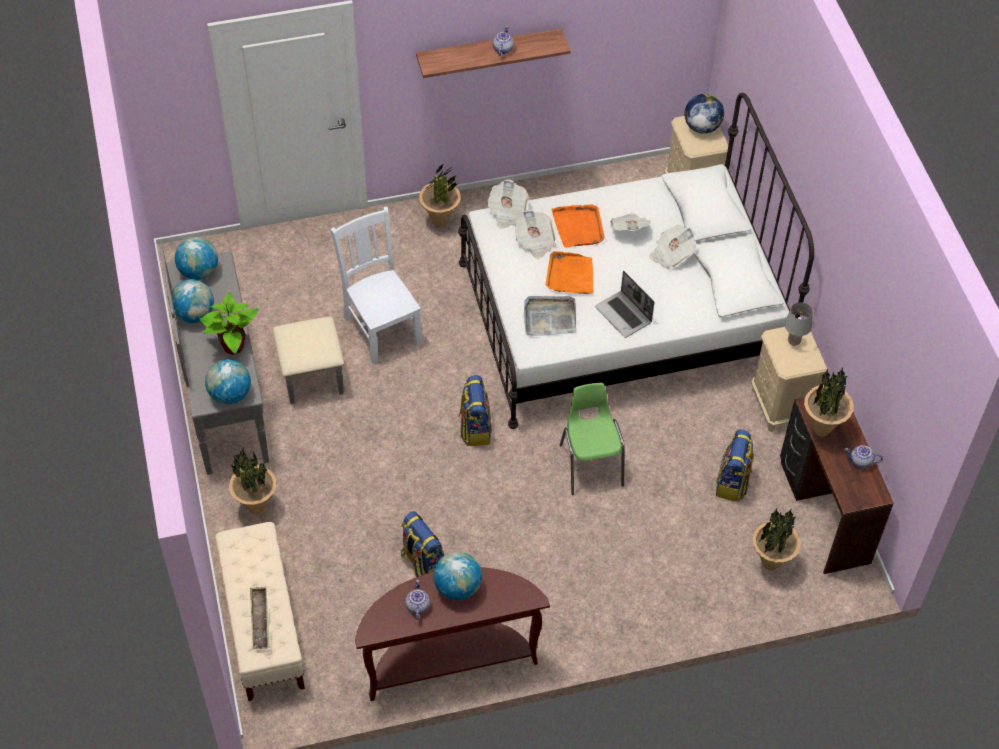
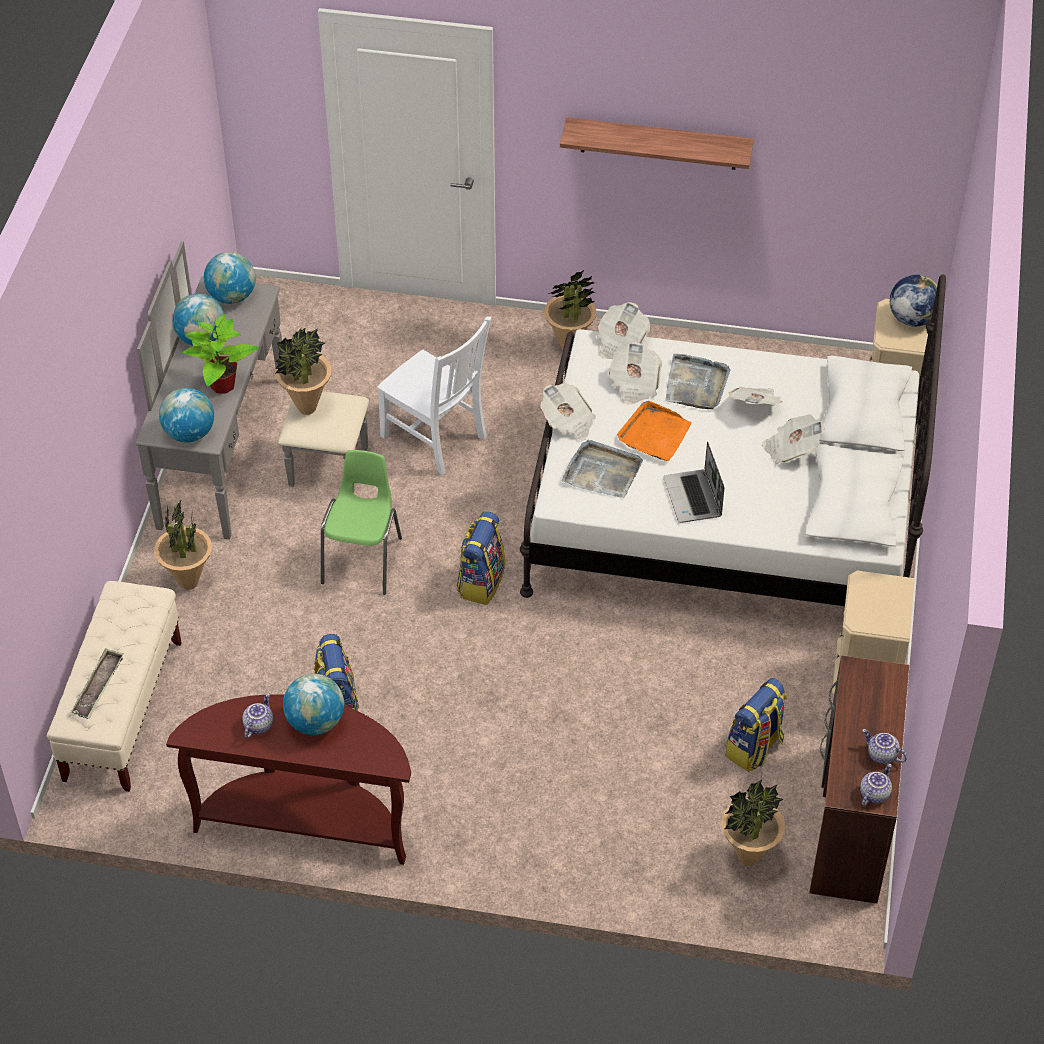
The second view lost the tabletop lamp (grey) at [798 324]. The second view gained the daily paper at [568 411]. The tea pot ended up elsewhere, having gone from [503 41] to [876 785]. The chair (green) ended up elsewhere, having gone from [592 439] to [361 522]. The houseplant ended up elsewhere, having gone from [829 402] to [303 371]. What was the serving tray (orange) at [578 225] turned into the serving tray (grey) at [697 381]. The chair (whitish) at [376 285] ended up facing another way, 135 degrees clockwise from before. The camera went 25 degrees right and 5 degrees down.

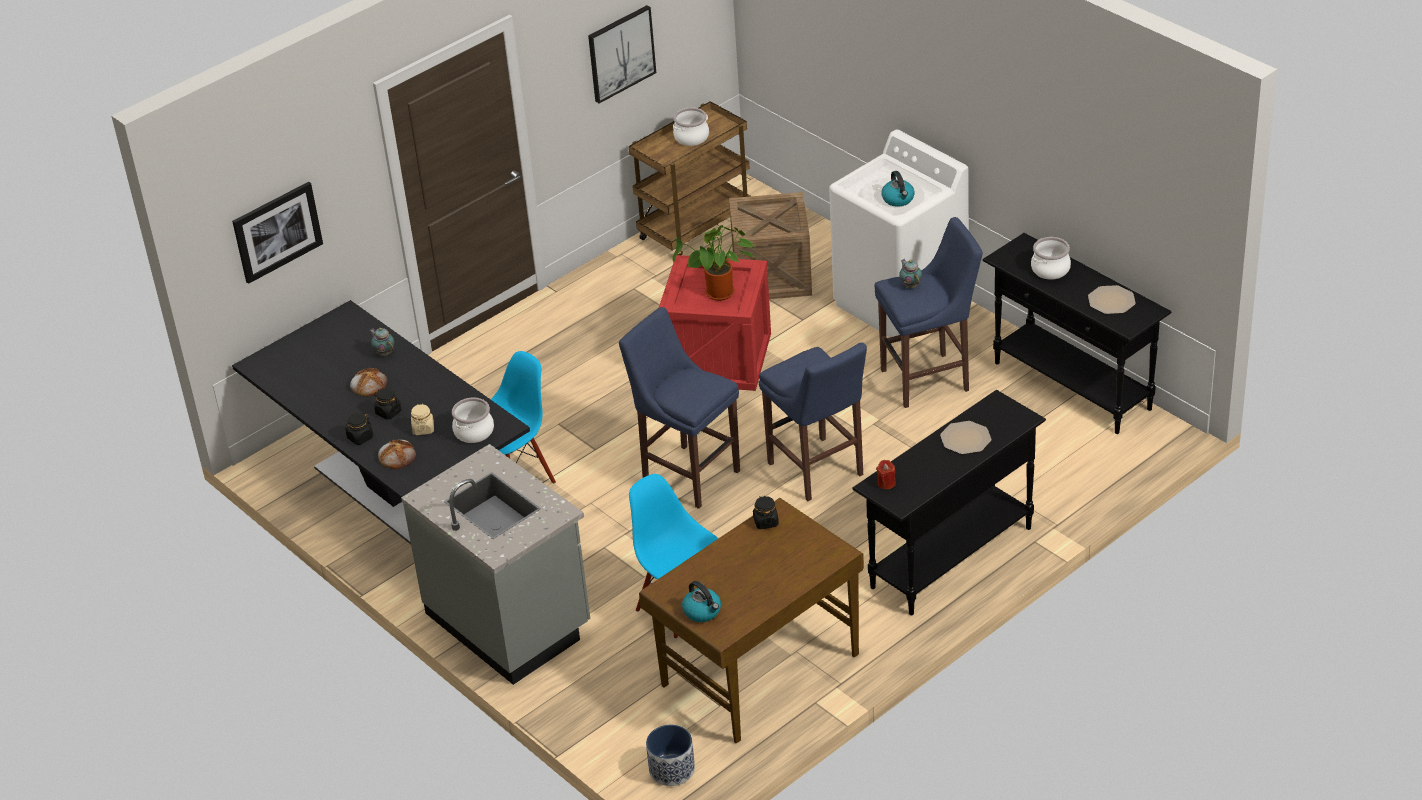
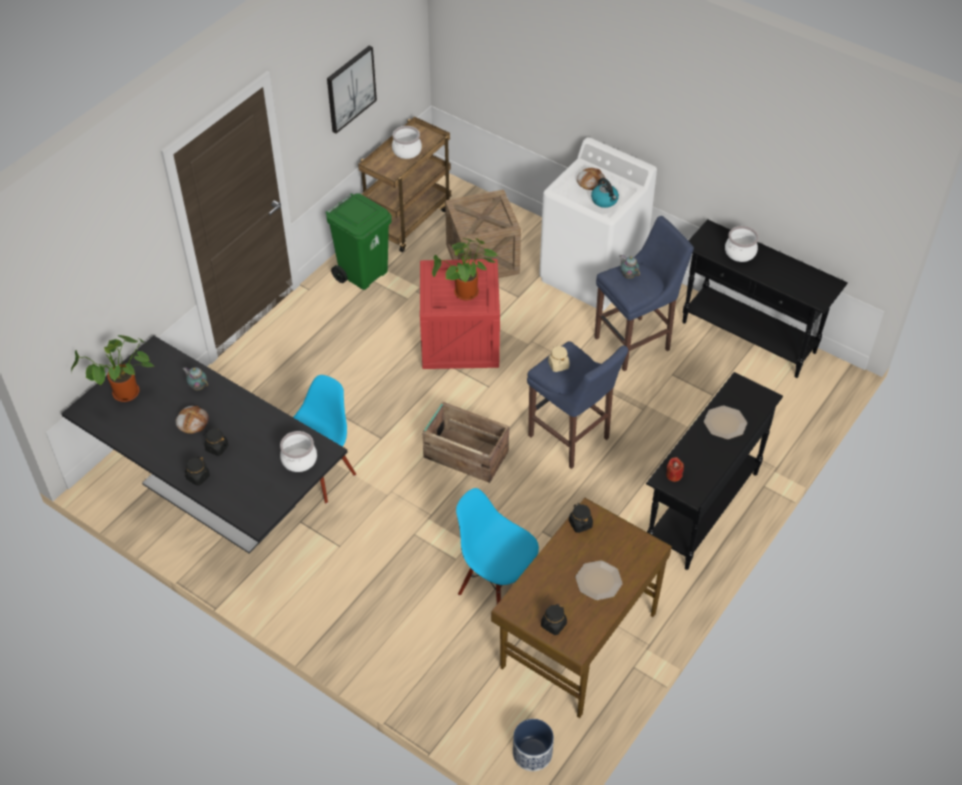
The second view lost the picture at [277 233]. The second view lost the counter (grey) at [495 564]. The second view gained the houseplant at [112 368]. The second view gained the rubbish bin (green) at [358 241]. The bakery bread ended up elsewhere, having gone from [397 454] to [591 179]. The preserve jar (sand-coloured) ended up elsewhere, having gone from [422 419] to [558 359]. The plate ended up elsewhere, having gone from [1112 299] to [599 580]. Where the stool (bluish) stood at [679 408], the shipping crate came to stand at [465 442]. Where the tea kettle stood at [701 601], the preserve jar (black-coloured) came to stand at [554 619]. The camera went 15 degrees left and 10 degrees up.

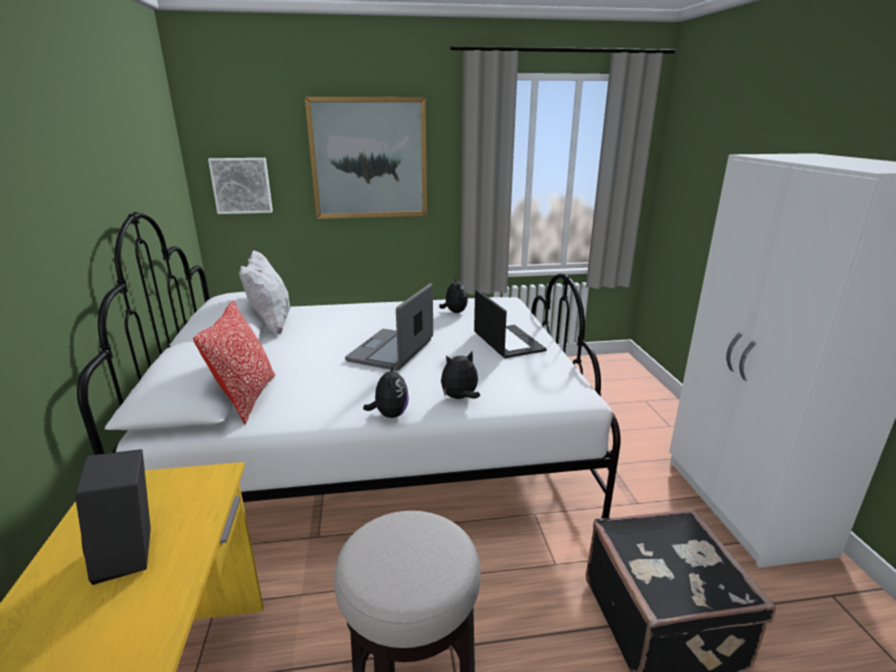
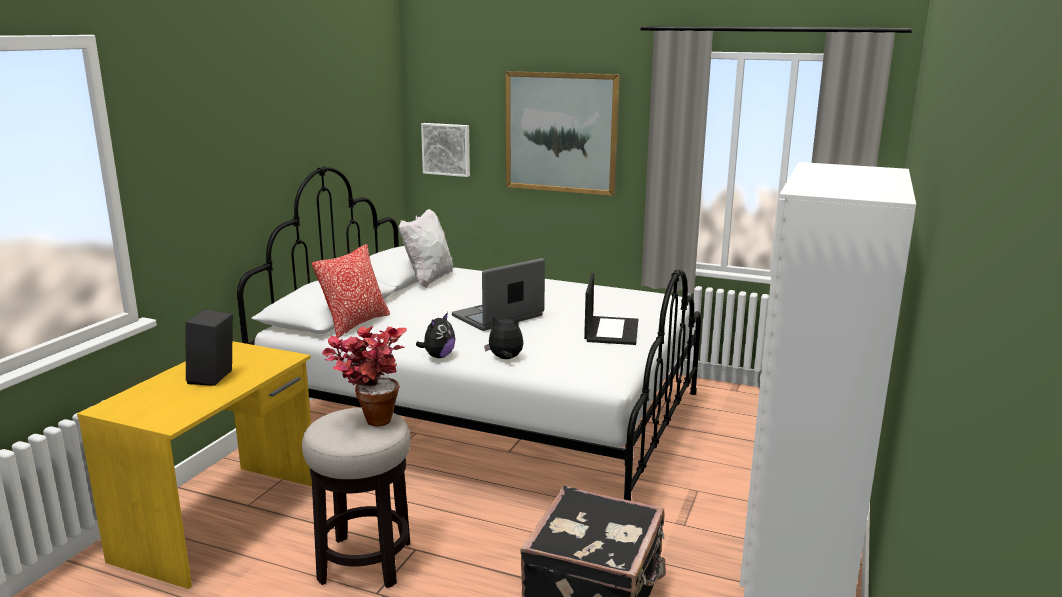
The second view lost the cuddly toy at [453 295]. The second view gained the houseplant at [364 376]. The camera went 30 degrees right and 5 degrees down.

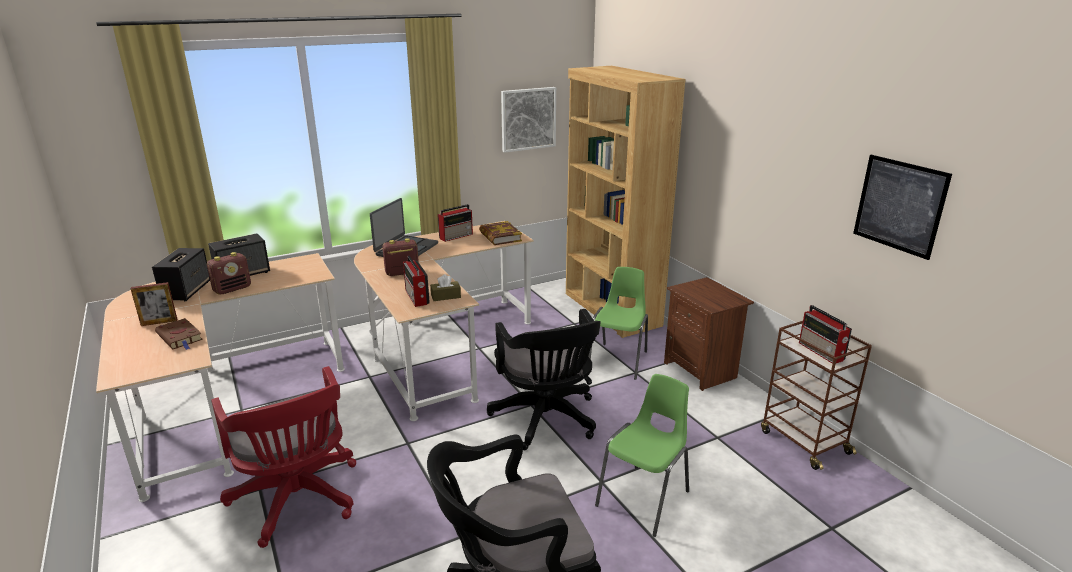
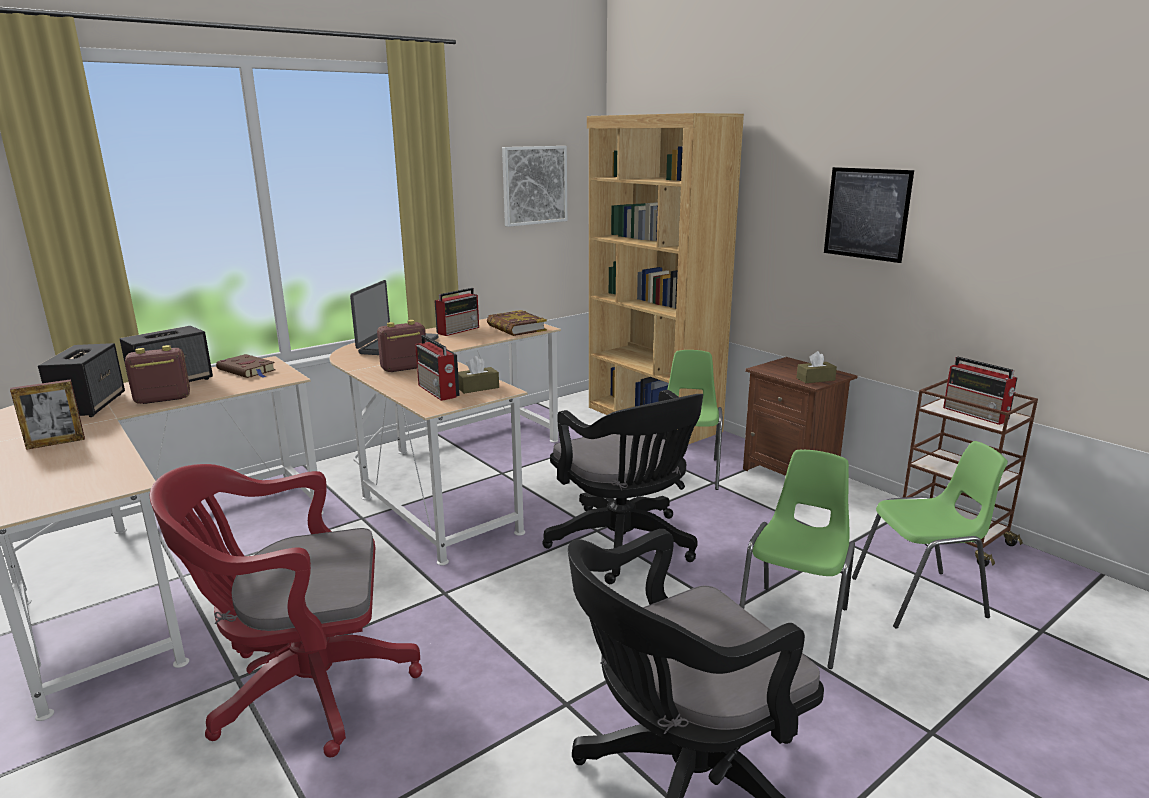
The second view gained the tissue box (brownish) at [816 367]. The second view gained the chair (green) at [930 535]. The bound book (brownish) ended up elsewhere, having gone from [179 334] to [246 366]. The picture ended up elsewhere, having gone from [902 207] to [869 215]. The radio at [229 273] ended up facing another way, 150 degrees counterclockwise from before. The desk chair (red-coloured) at [283 457] ended up facing another way, 120 degrees clockwise from before. The camera went 10 degrees left and 5 degrees down.

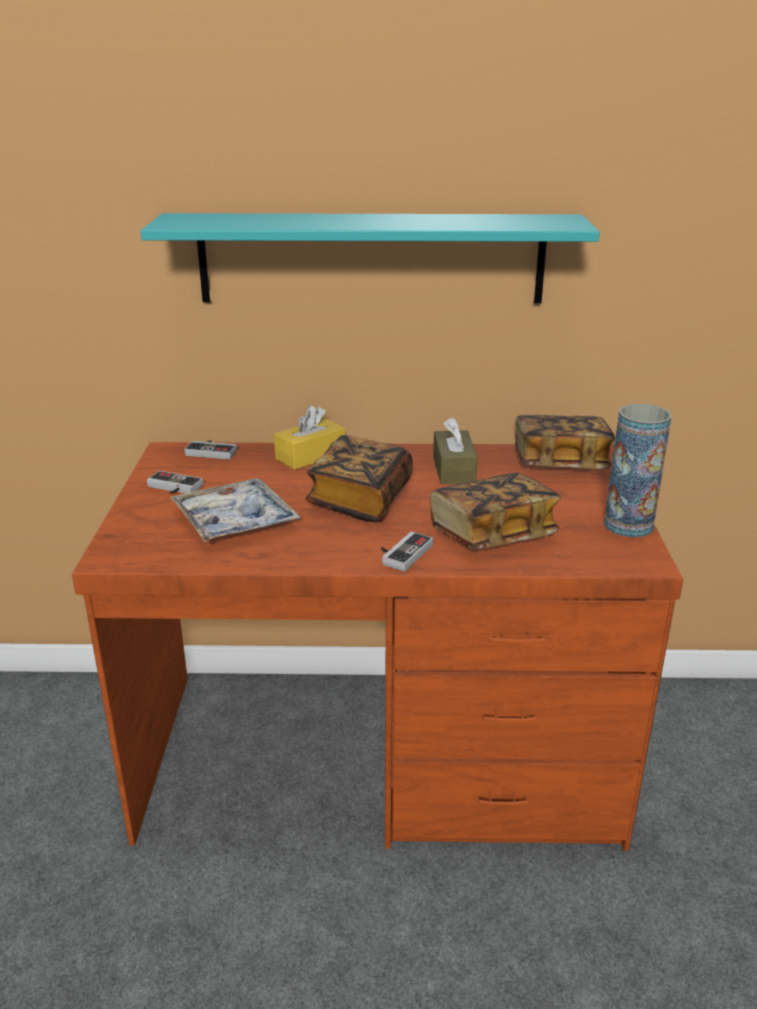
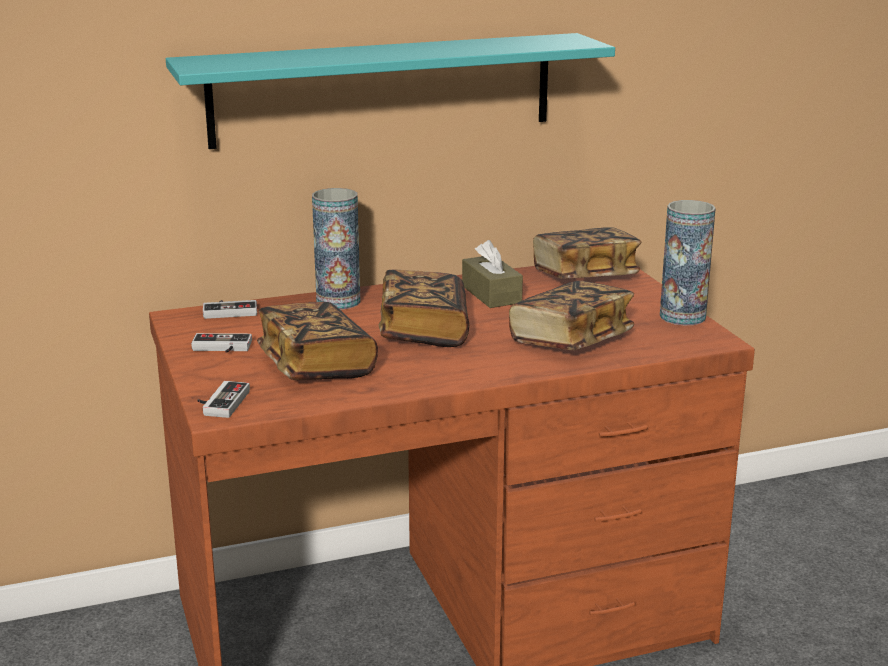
The gamepad ended up elsewhere, having gone from [407 551] to [223 399]. Where the serving tray stood at [235 510], the bound book came to stand at [317 341]. Where the tissue box (yellow) stood at [309 438], the vase came to stand at [336 249]. The camera went 20 degrees left and 5 degrees down.

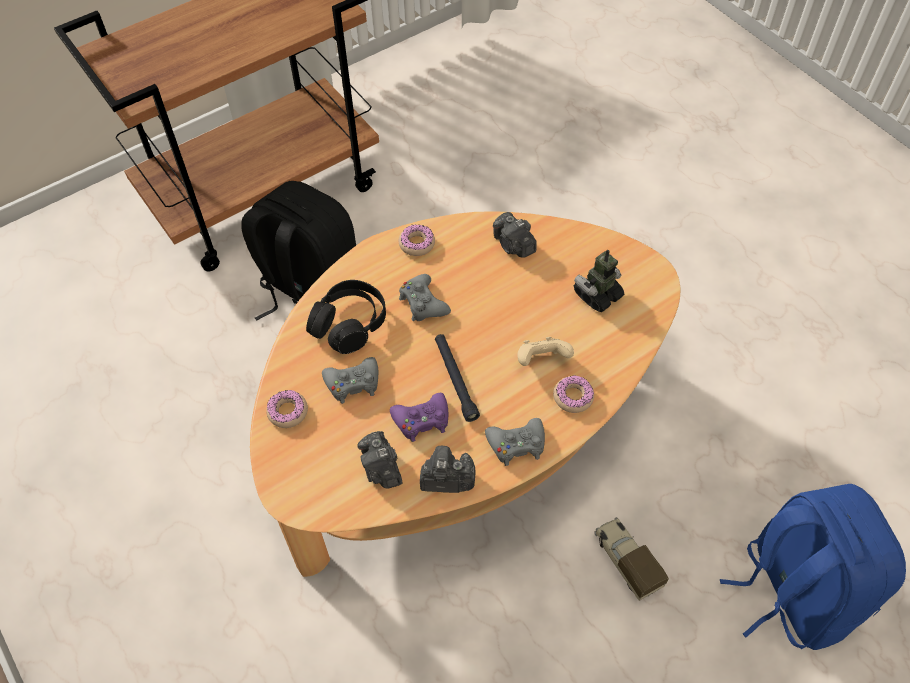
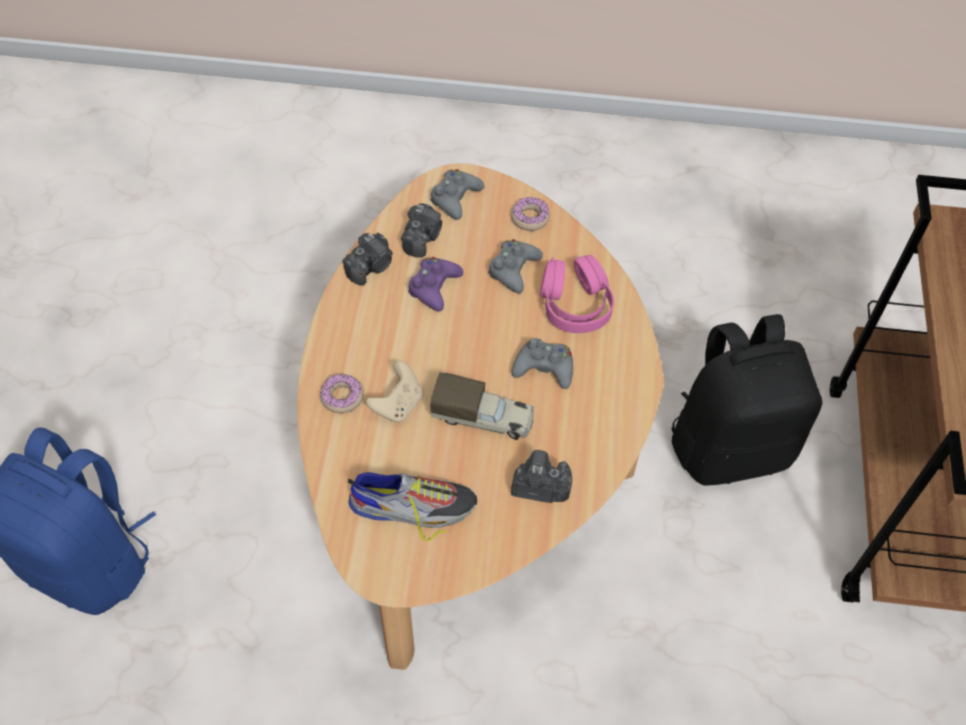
The second view lost the donut at [417 240]. The second view lost the hand torch (black-coloured) at [457 378]. The gamepad (grey) ended up elsewhere, having gone from [515 442] to [457 194]. The toy truck ended up elsewhere, having gone from [631 559] to [482 406]. Where the model robot stood at [599 280], the item of footwear came to stand at [412 506]. What was the pair of headphones (black-coloured) at [346 317] turned into the pair of headphones (pink) at [577 294]. The still camera at [380 460] ended up facing another way, 90 degrees clockwise from before. The camera went 130 degrees right and 0 degrees up.

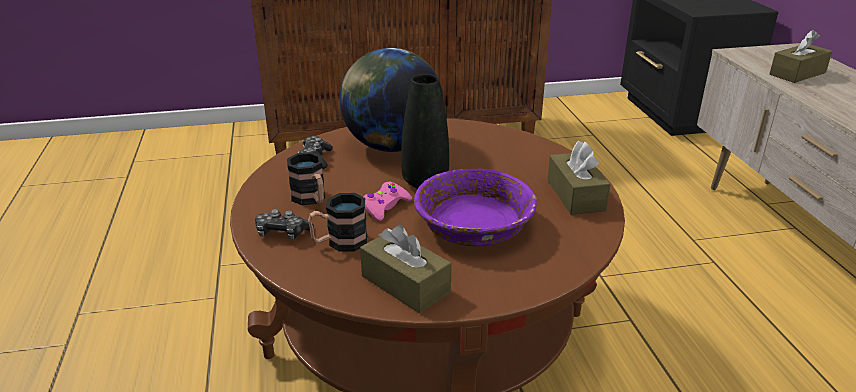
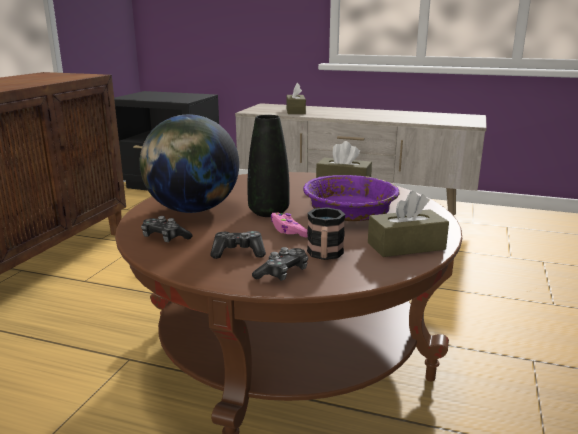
Where the mug stood at [306 178], the gamepad came to stand at [238 245]. The camera went 60 degrees left and 10 degrees down.

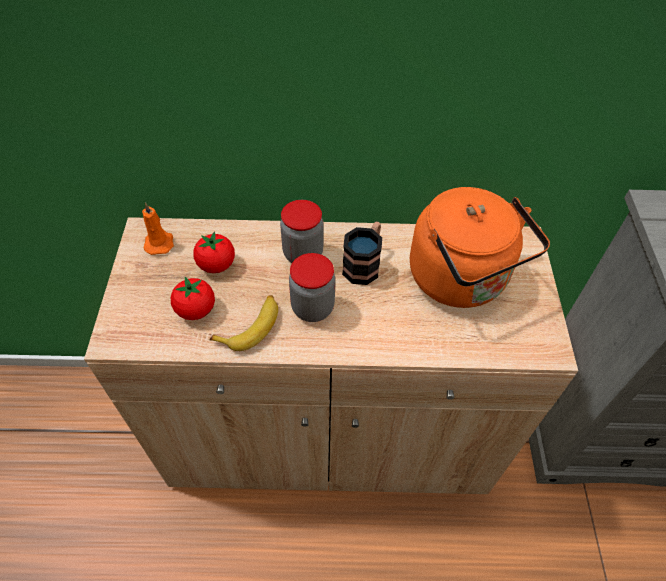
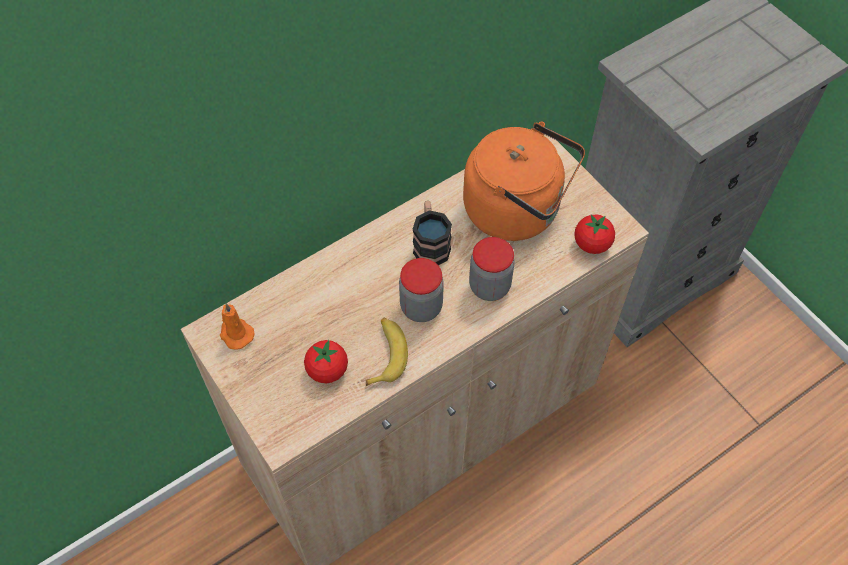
The tomato ended up elsewhere, having gone from [214 252] to [594 234]. The preserve jar ended up elsewhere, having gone from [301 231] to [492 269]. The camera went 35 degrees left and 5 degrees up.

